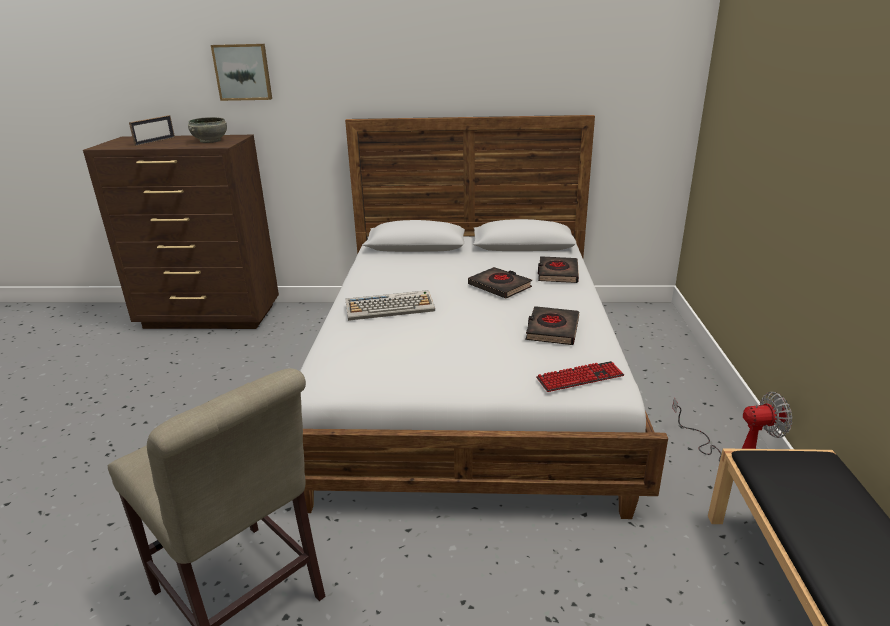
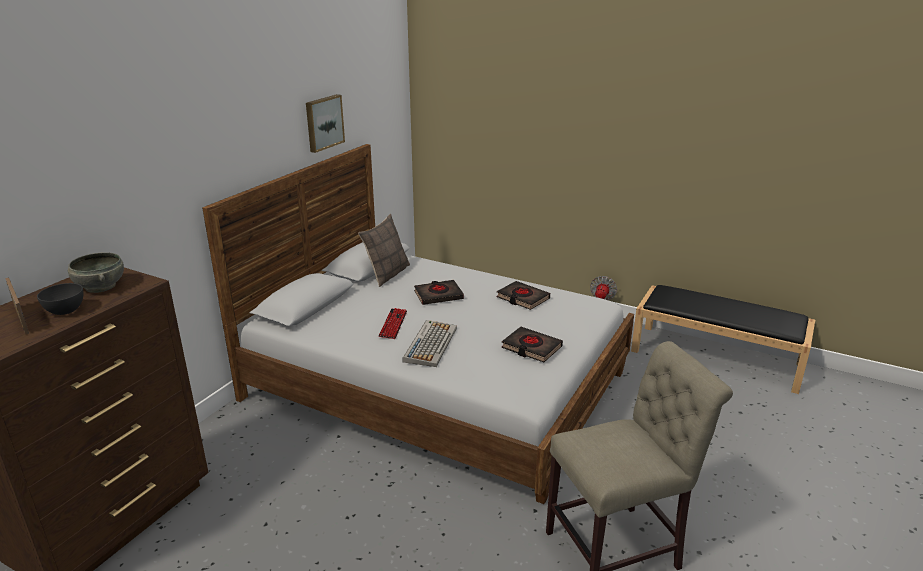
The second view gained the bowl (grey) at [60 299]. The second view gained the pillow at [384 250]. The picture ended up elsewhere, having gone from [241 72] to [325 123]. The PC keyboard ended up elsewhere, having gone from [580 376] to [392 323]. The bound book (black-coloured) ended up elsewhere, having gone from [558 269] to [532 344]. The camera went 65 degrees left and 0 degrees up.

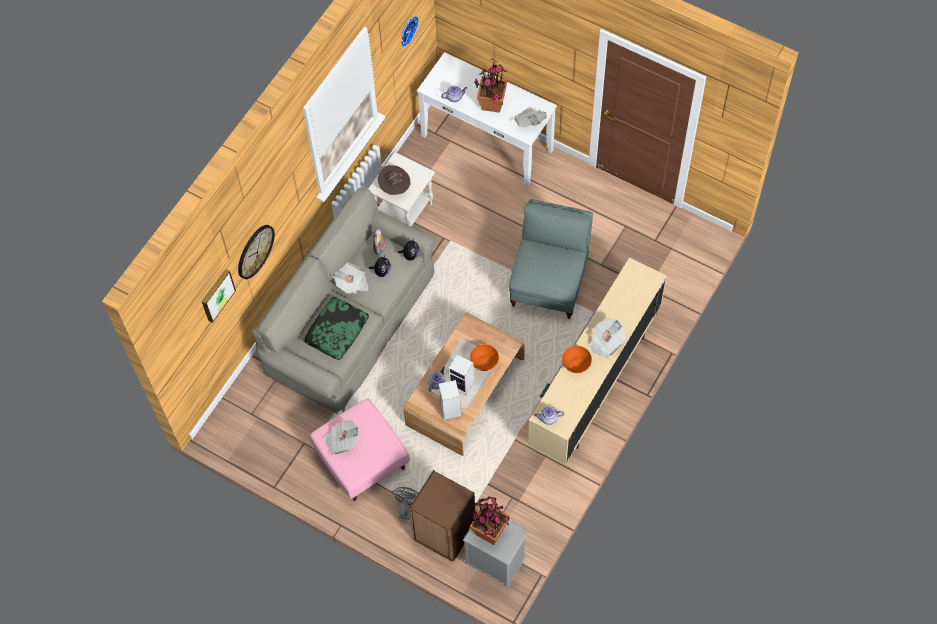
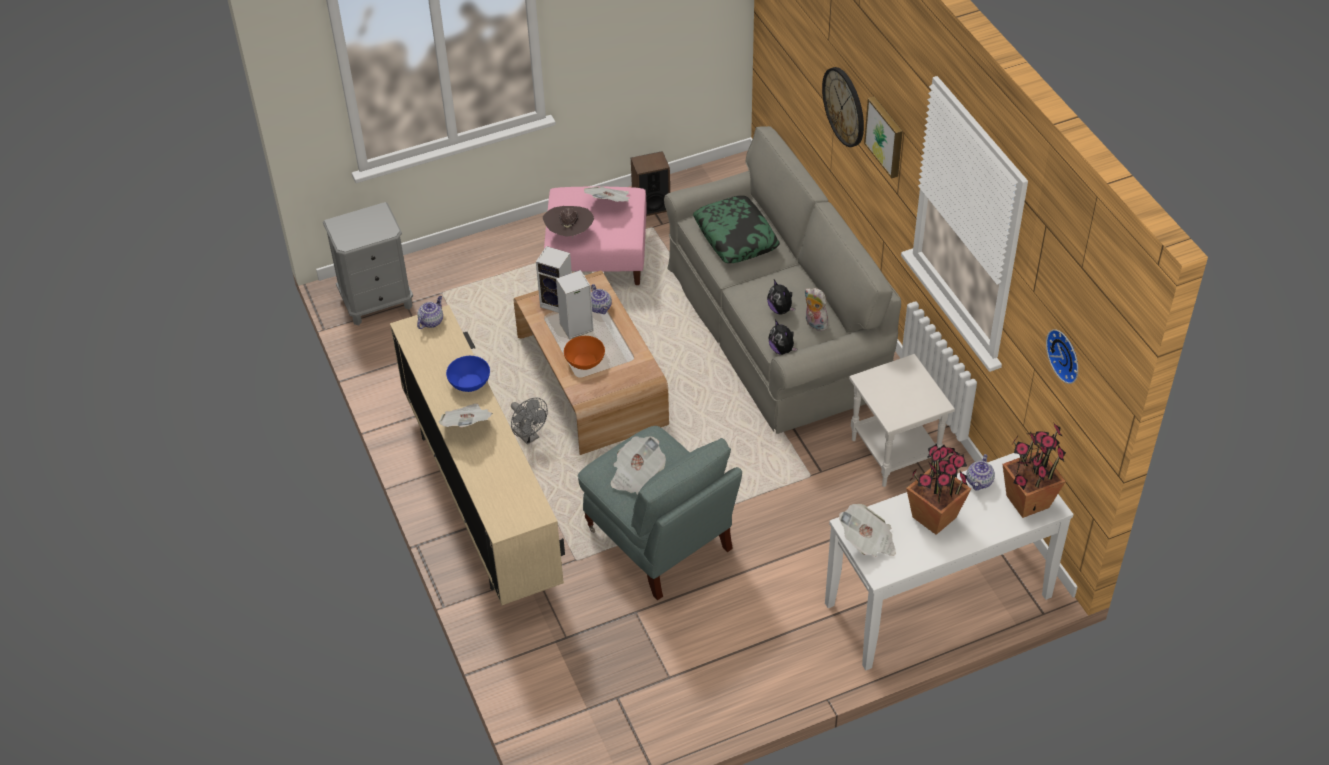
The second view lost the bookcase (brownish) at [442 516]. The second view gained the speaker at [650 183]. The picture ended up elsewhere, having gone from [219 296] to [883 137]. The daily paper ended up elsewhere, having gone from [350 278] to [638 465]. The hat (brownish) ended up elsewhere, having gone from [394 180] to [568 222]. The cooling fan (grey) ended up elsewhere, having gone from [405 503] to [529 421]. The houseplant ended up elsewhere, having gone from [490 520] to [1034 470]. What was the bowl (orange) at [577 359] turned into the bowl (bluish) at [468 374]. The camera went 125 degrees right and 15 degrees down.

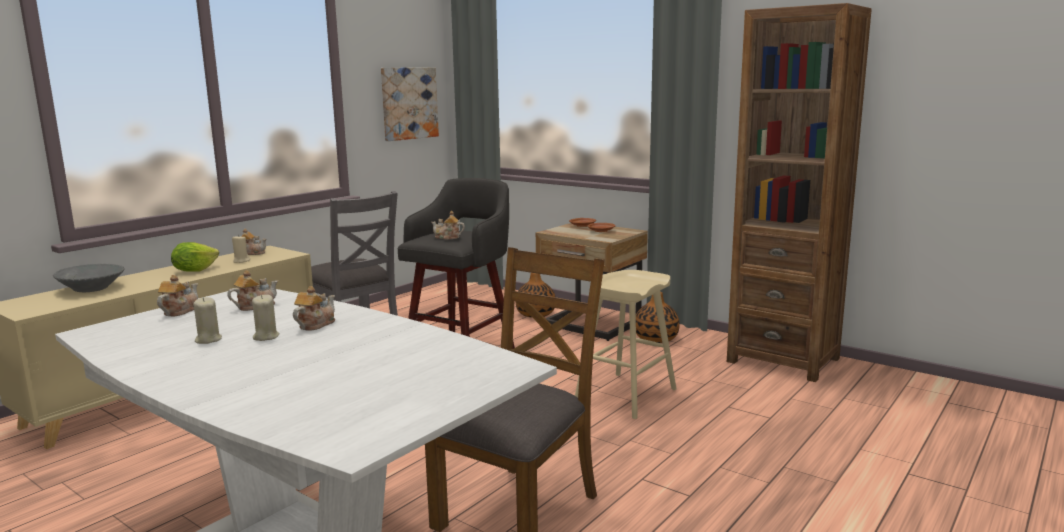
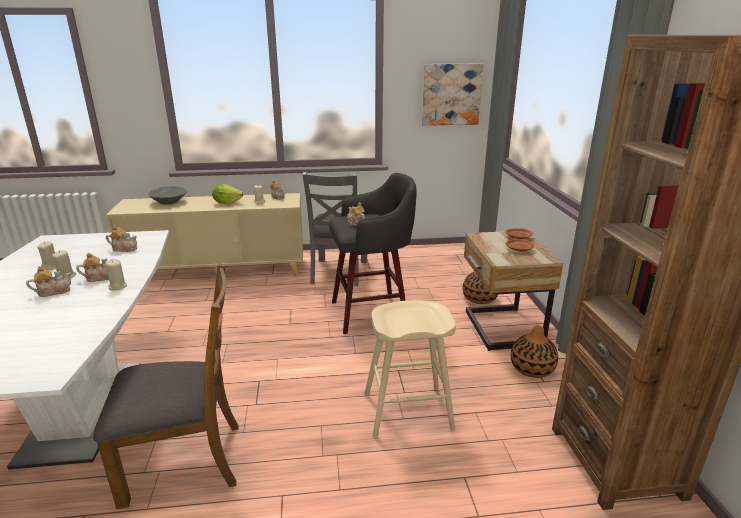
The second view gained the candle (sand-coloured) at [116 275]. The tea pot ended up elsewhere, having gone from [177 295] to [48 281]. The camera went 45 degrees right and 10 degrees up.

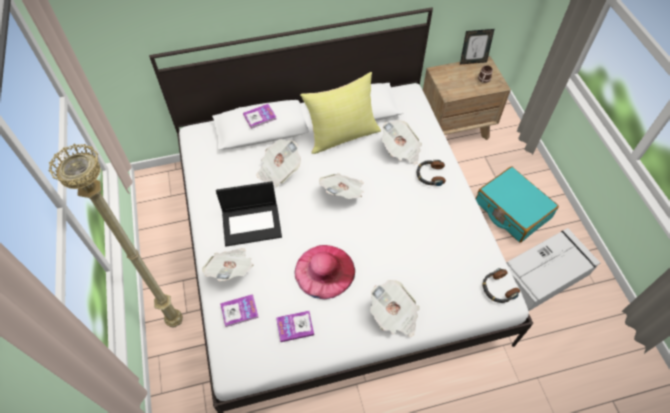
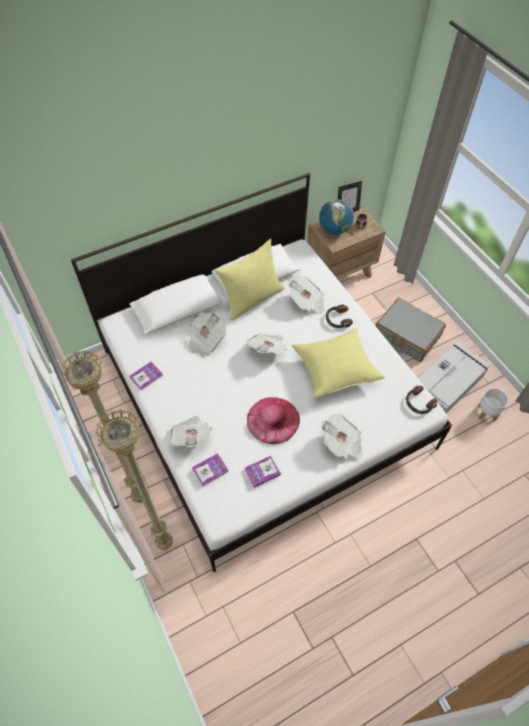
The second view lost the laptop at [249 213]. The second view gained the floor lamp (sand-coloured) at [134 479]. The second view gained the pillow (yellow) at [338 363]. The second view gained the globe at [336 217]. The second view gained the plant pot (whitish) at [493 405]. The bound book ended up elsewhere, having gone from [259 116] to [146 376]. What was the suitcase (turquoise-coloured) at [517 204] turned into the suitcase (grey) at [411 330]. The camera went 15 degrees left and 0 degrees up.

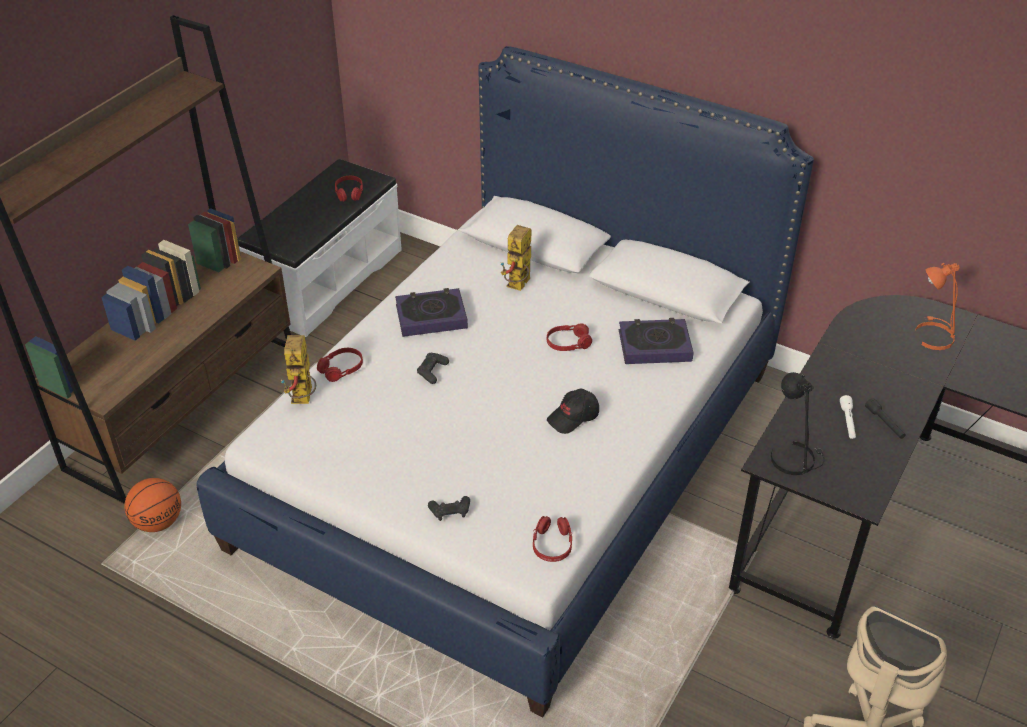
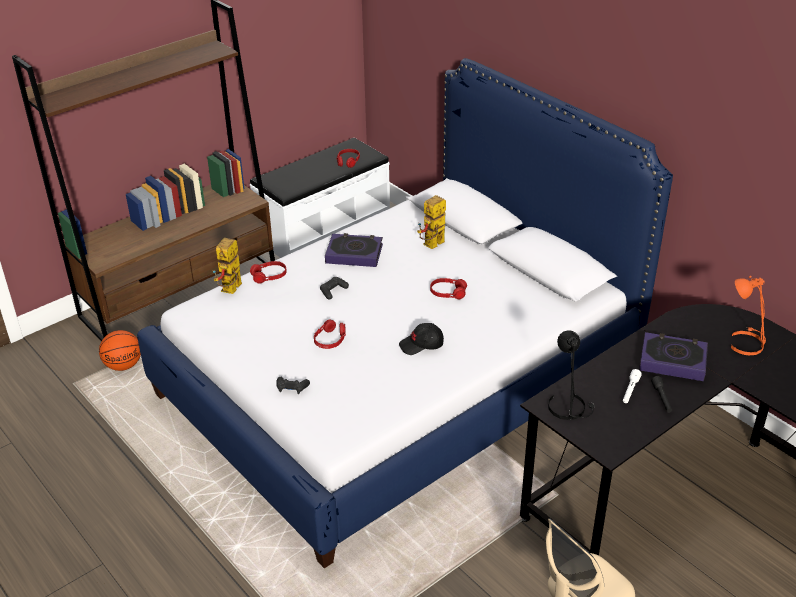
The pair of headphones (red-coloured) ended up elsewhere, having gone from [552 539] to [330 334]. The bound book ended up elsewhere, having gone from [656 341] to [673 356]. The camera went 20 degrees right and 5 degrees down.

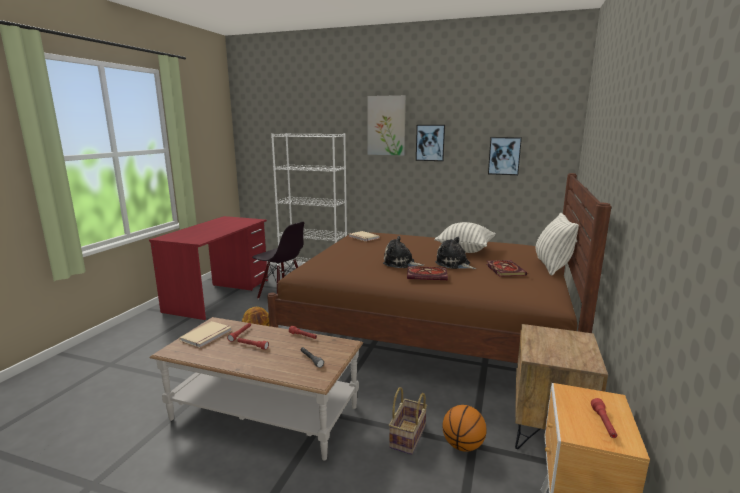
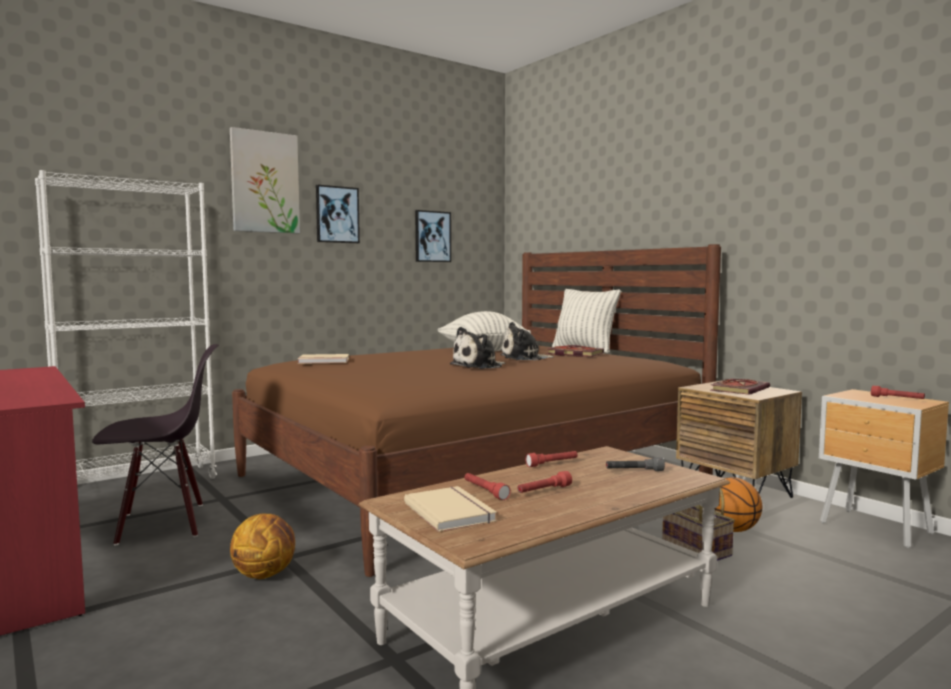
The bound book ended up elsewhere, having gone from [427 273] to [740 386]. The camera went 55 degrees left and 10 degrees down.

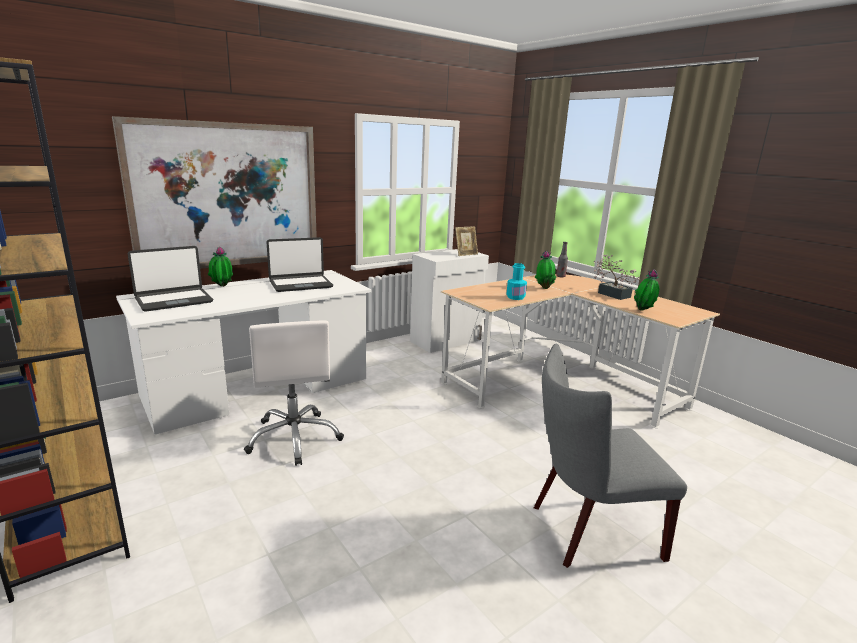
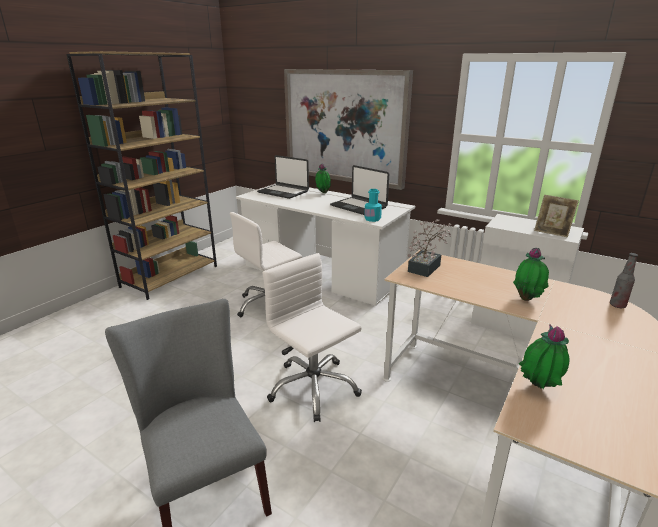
The second view gained the desk chair (whitish) at [312 337]. The bottle (turquoise-coloured) ended up elsewhere, having gone from [516 281] to [373 205]. The houseplant ended up elsewhere, having gone from [617 277] to [429 248]. The camera went 70 degrees right and 5 degrees up.

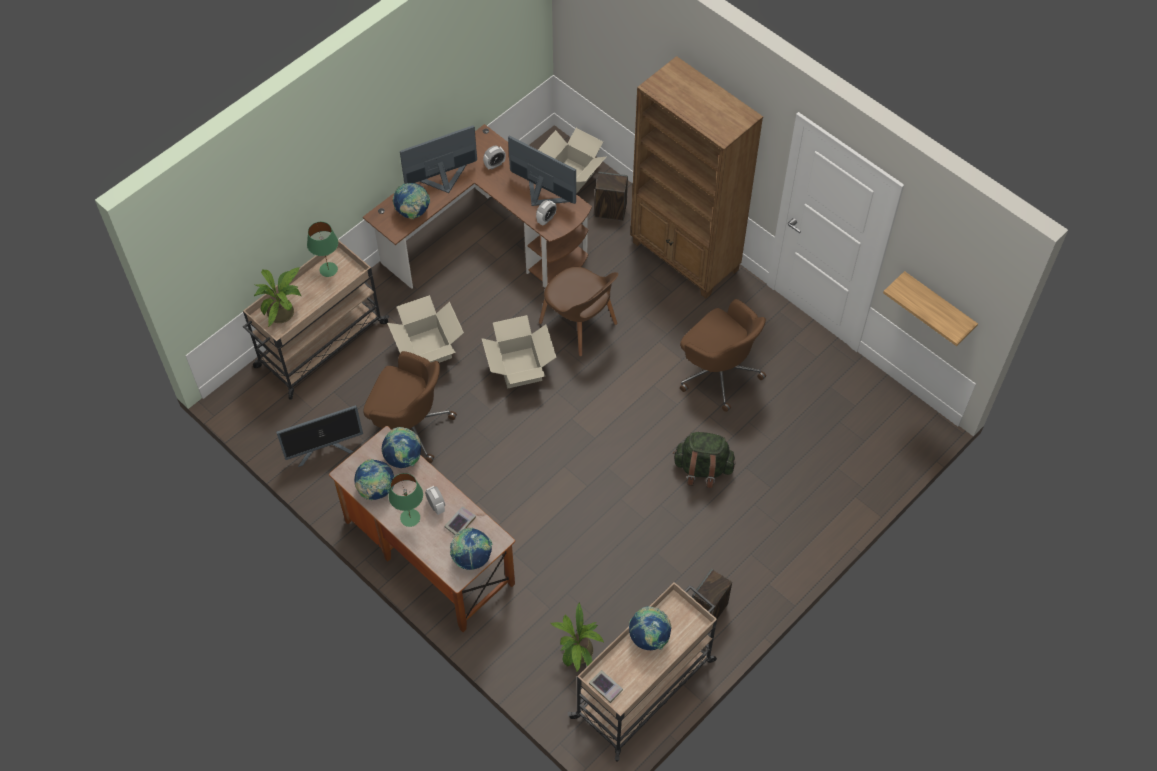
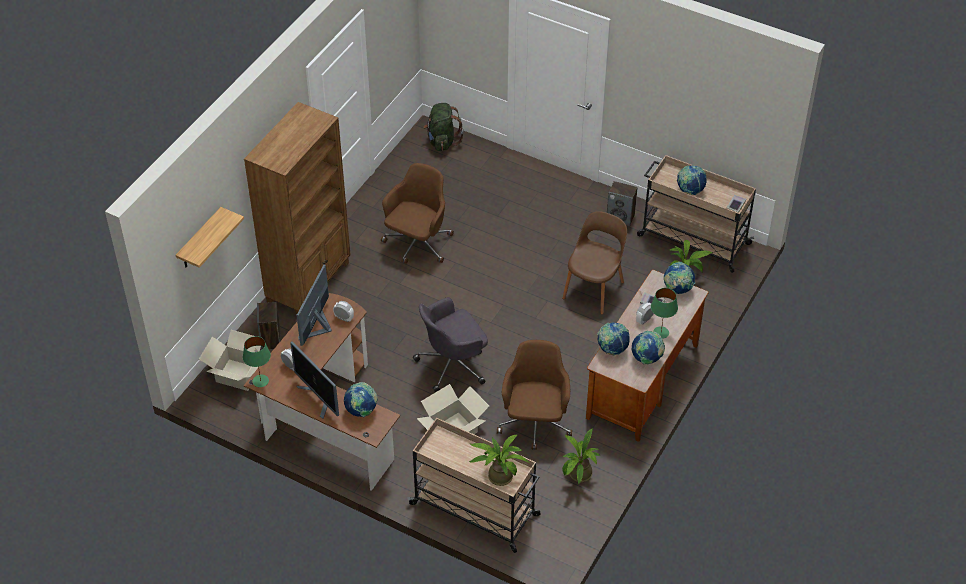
The tabletop lamp (green) ended up elsewhere, having gone from [322 249] to [257 361]. The chair (brownish) ended up elsewhere, having gone from [578 311] to [594 262]. The knapsack (green) ended up elsewhere, having gone from [704 460] to [443 127]. The wall shelf ended up elsewhere, having gone from [930 308] to [210 237]. Where the computer display stood at [319 436], the houseplant came to stand at [581 456]. Where the cardboard box stood at [519 352], the desk chair (grey) came to stand at [450 344]. The camera went 105 degrees left and 10 degrees down.

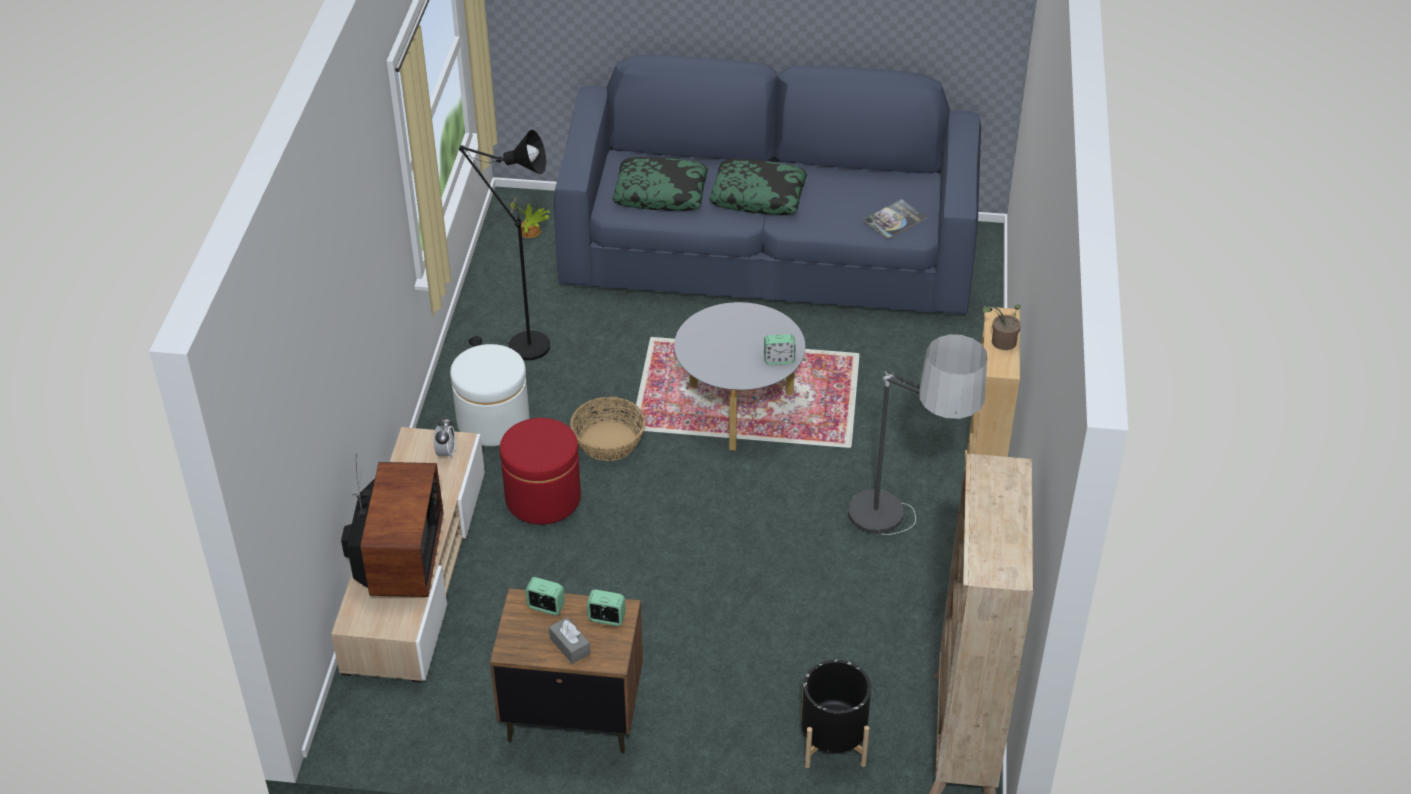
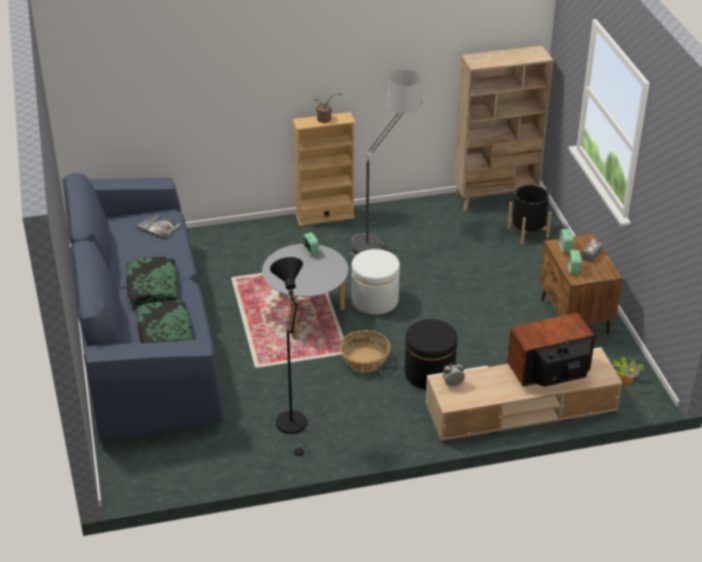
The footrest (whitish) ended up elsewhere, having gone from [489 395] to [375 282]. The houseplant ended up elsewhere, having gone from [529 217] to [628 371]. What was the footrest (red-coloured) at [540 471] turned into the footrest (black-coloured) at [431 354]. The camera went 110 degrees left and 5 degrees down.

